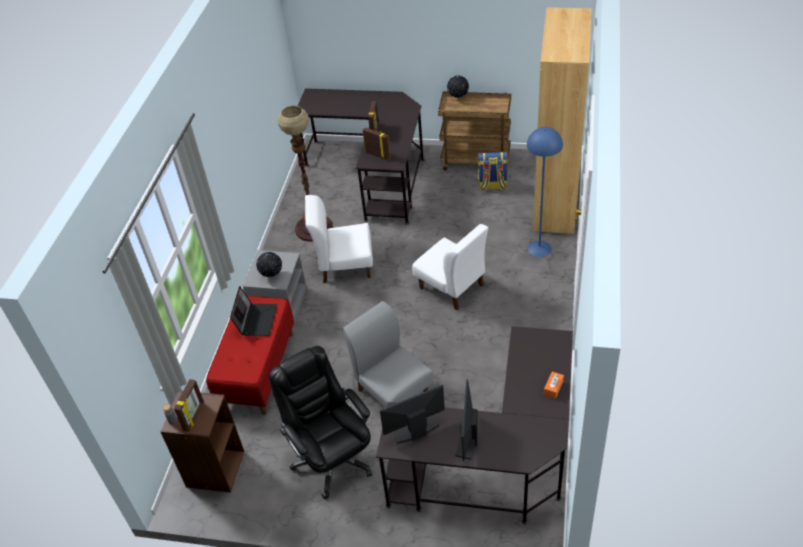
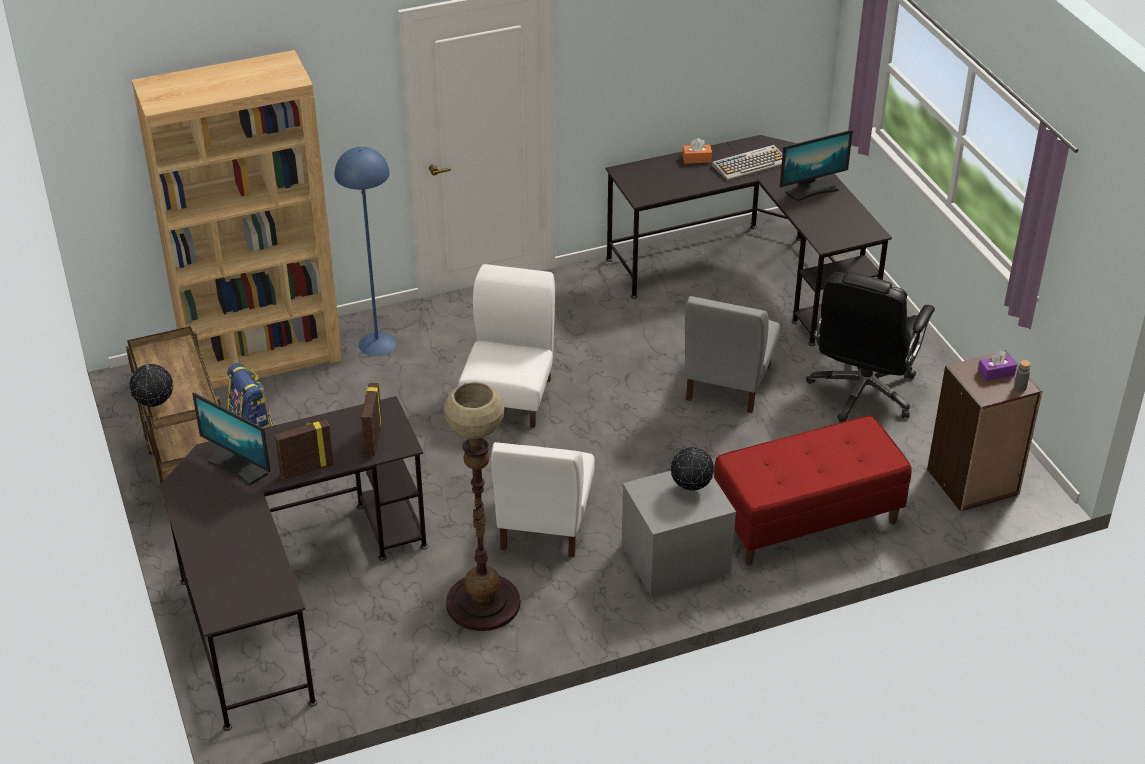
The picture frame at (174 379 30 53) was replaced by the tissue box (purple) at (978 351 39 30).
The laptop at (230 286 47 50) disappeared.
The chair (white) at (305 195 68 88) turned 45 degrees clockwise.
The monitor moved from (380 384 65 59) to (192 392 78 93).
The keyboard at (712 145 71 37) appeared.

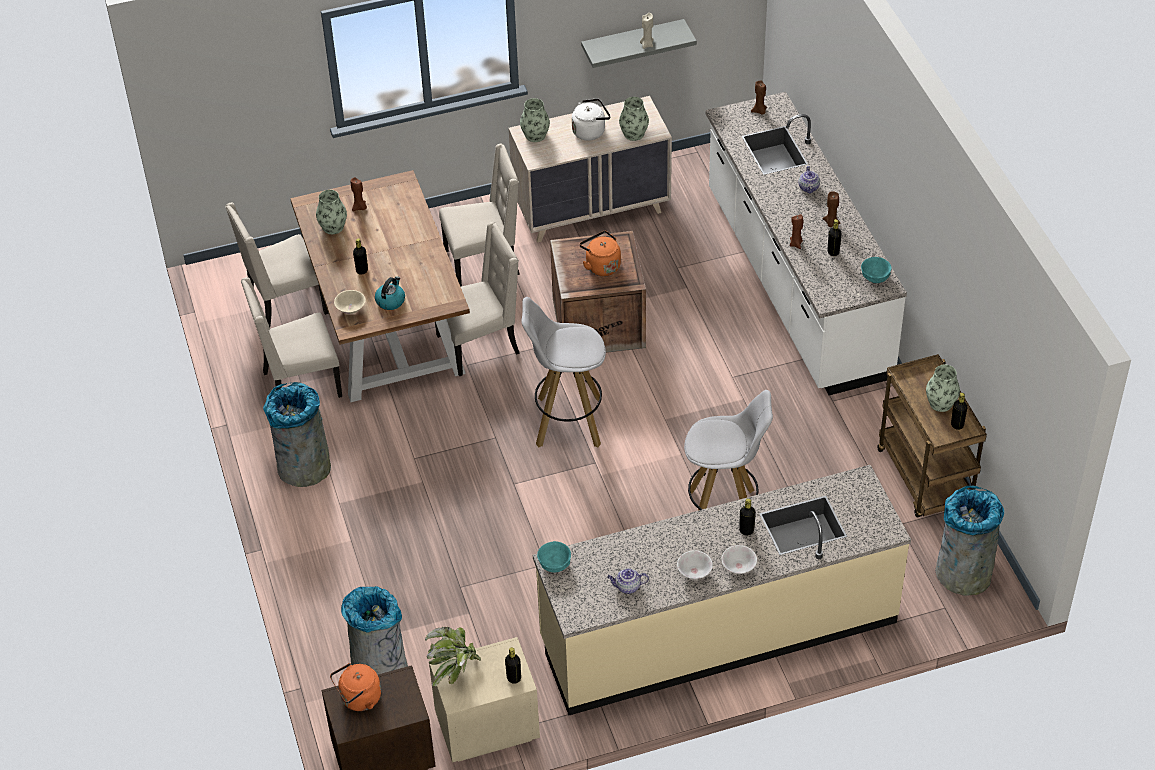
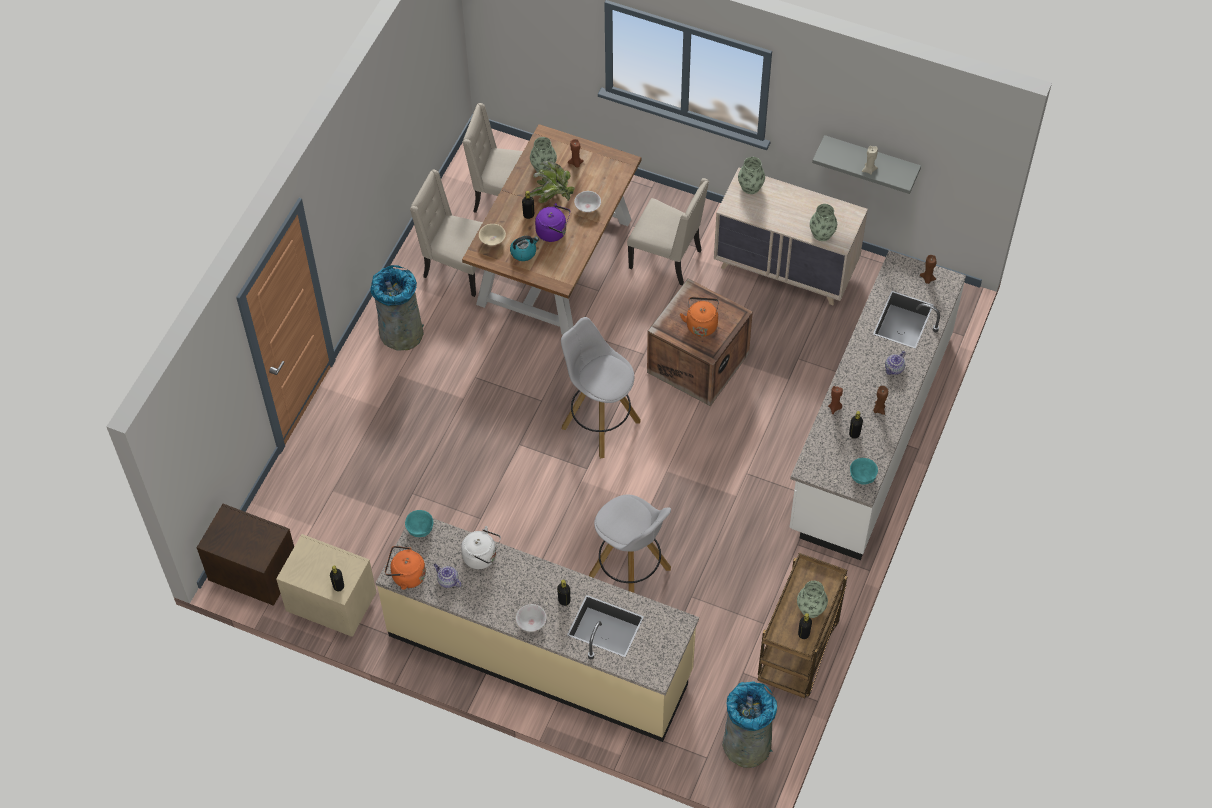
The kettle (orange) moved from (330 663 51 48) to (385 546 41 44).
The trash can (grey) at (341 586 67 89) disappeared.
The potted plant moved from (425 627 56 60) to (530 161 45 42).
The chair (beige) at (435 222 84 154) disappeared.
The kettle (white) moved from (572 98 38 43) to (461 526 40 43).
The bowl (white) moved from (677 550 36 29) to (574 191 27 21).
The kettle (purple) at (535 203 35 39) appeared.

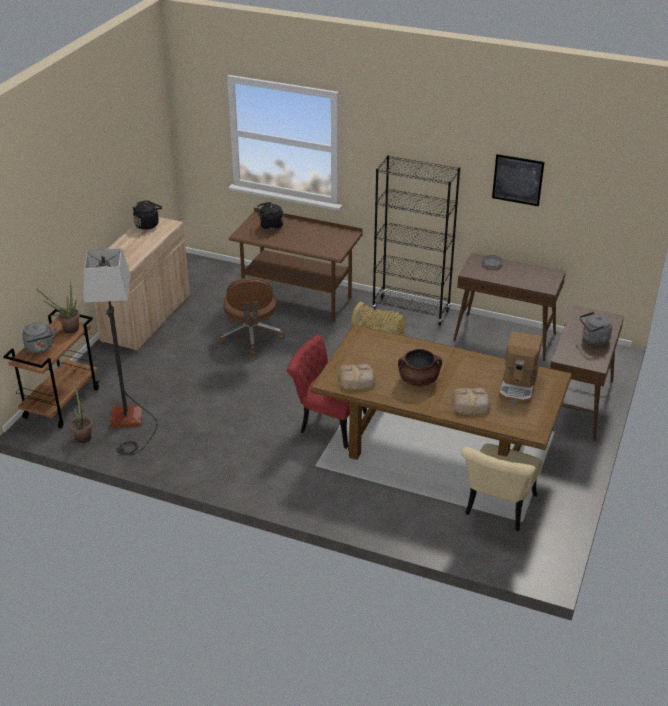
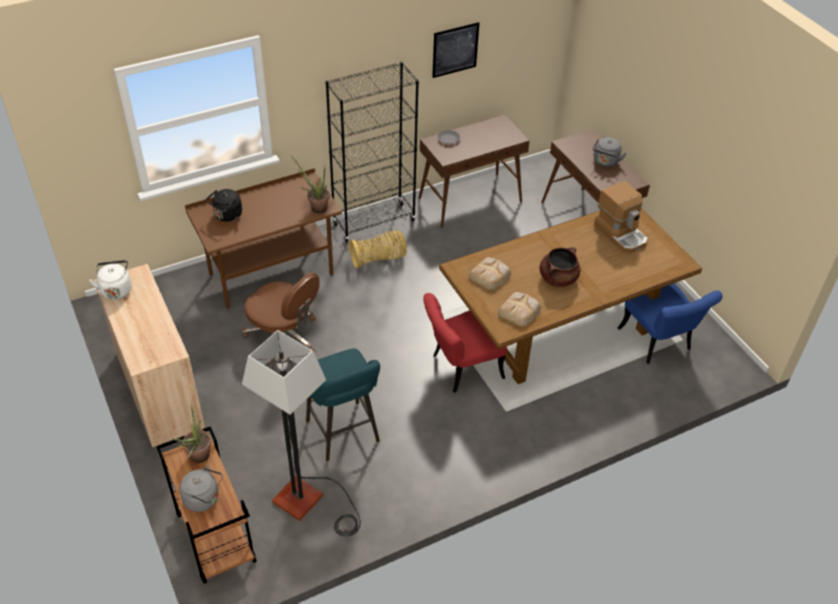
The potted plant moved from (70 380 23 63) to (292 157 38 57).
The kettle (black) at (133 200 29 30) became the kettle (white) at (89 260 43 40).
The bread moved from (452 388 39 26) to (469 257 42 33).
The chair (beige) at (461 444 81 87) became the chair (blue) at (618 283 104 81).
The stool (turquoise) at (306 348 74 113) appeared.

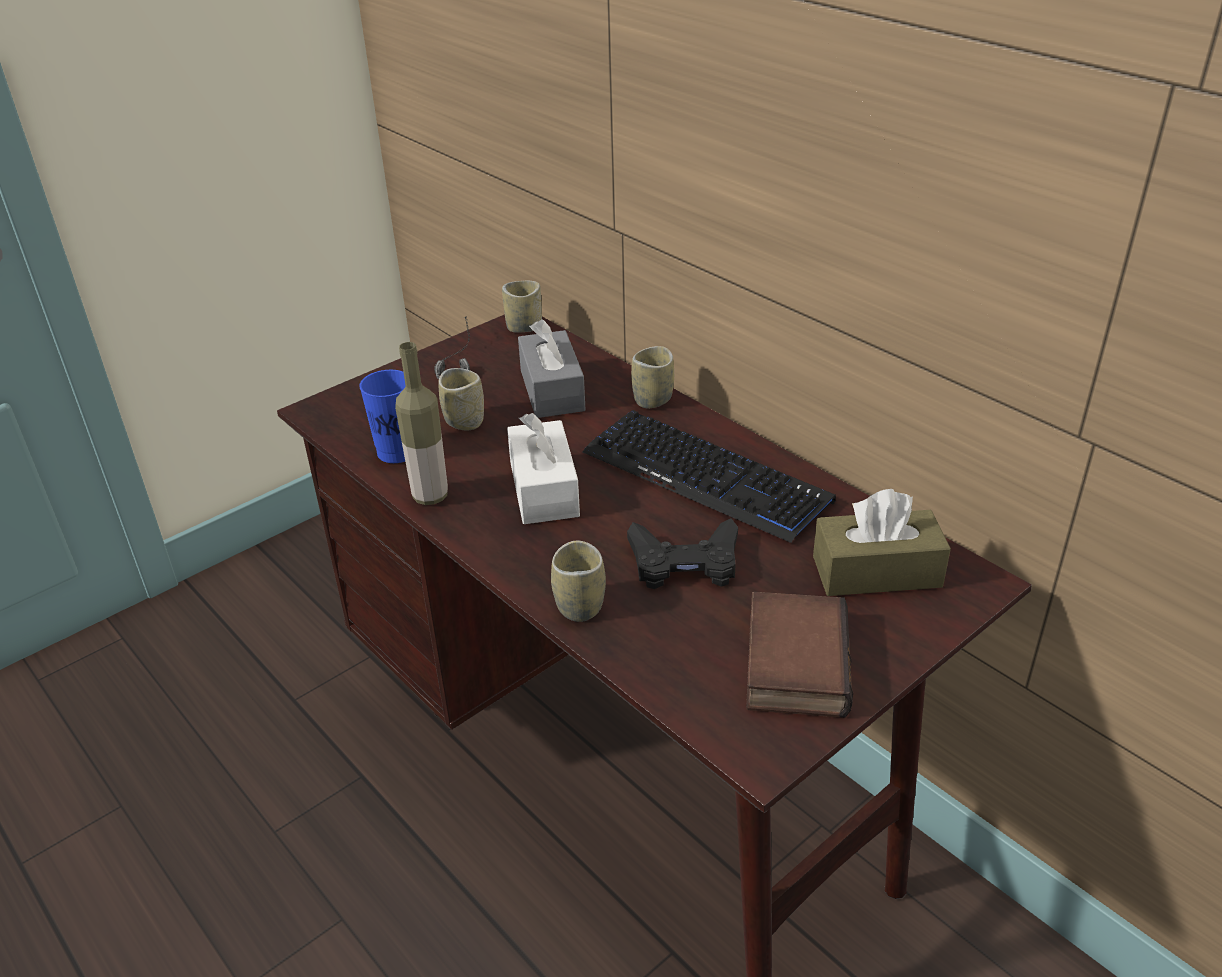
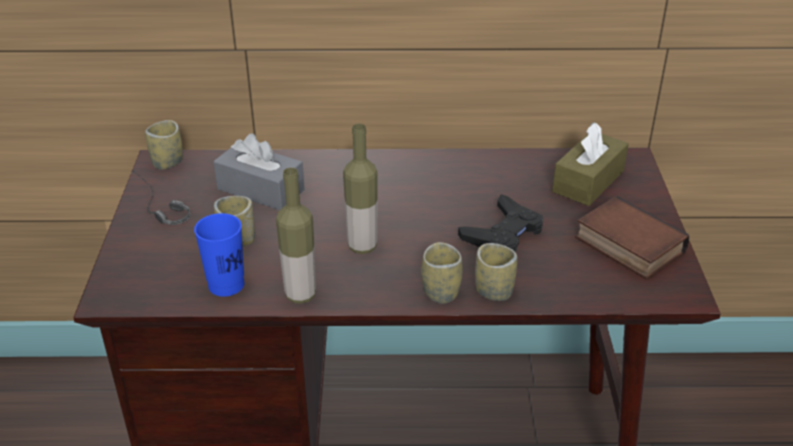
The tissue box (white) at (507 413 73 111) was replaced by the bottle at (343 123 35 131).
The keyboard at (583 410 253 133) disappeared.
The cup moved from (631 346 43 62) to (421 242 42 62).

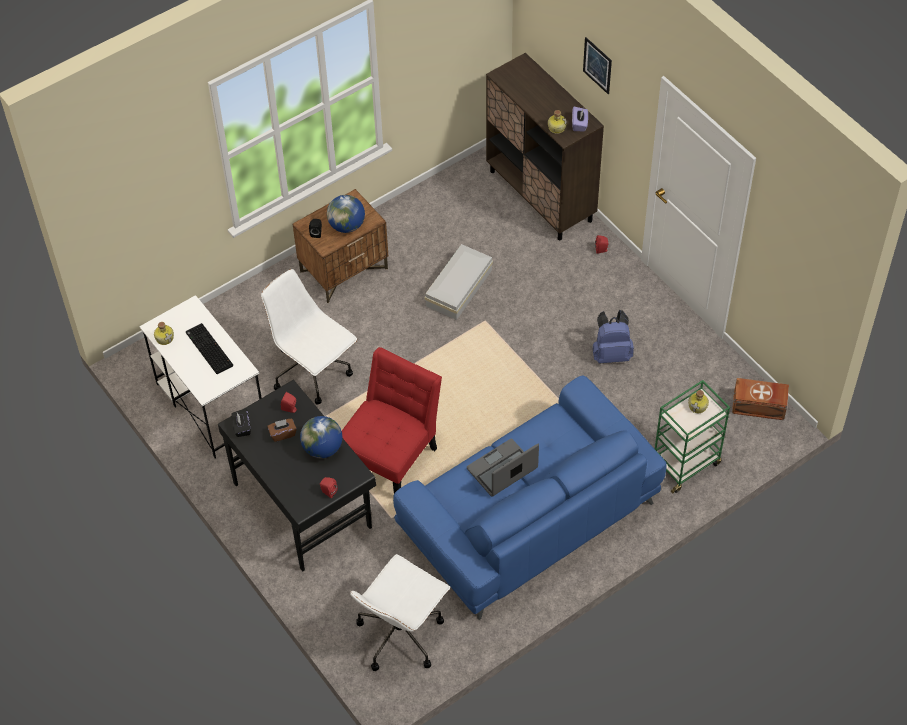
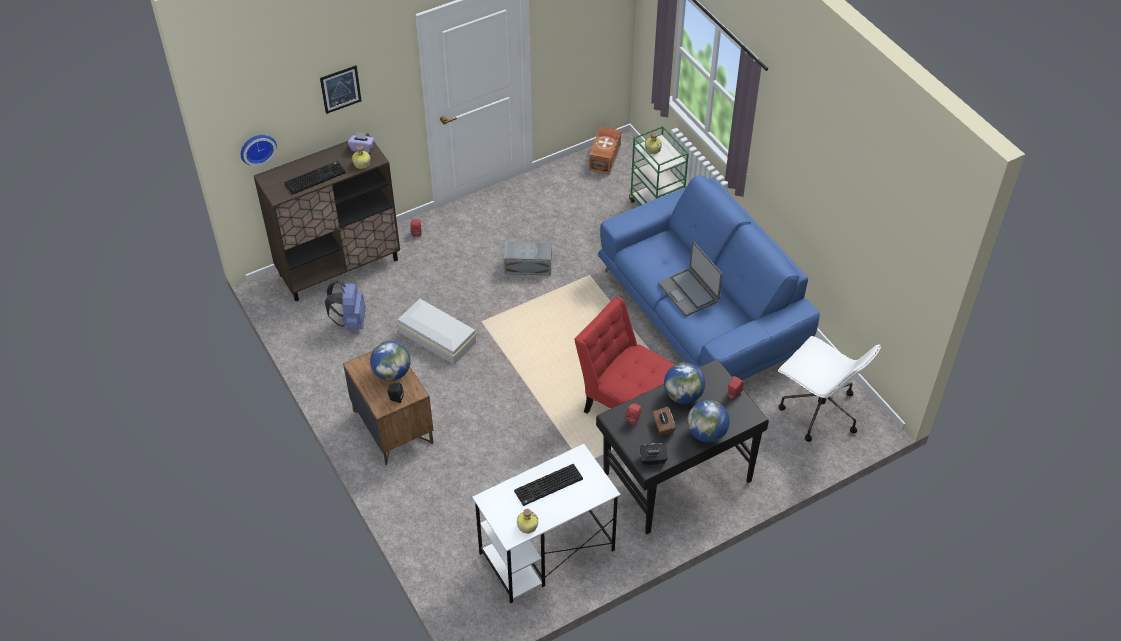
The office chair (white) at (261 269 96 136) disappeared.
The backpack (blue) moved from (593 310 41 54) to (325 281 41 49).
The wall clock at (241 135 36 31) appeared.
The keyboard at (284 161 62 34) appeared.
The storage box (grey) at (504 242 48 33) appeared.
The globe at (687 400 43 43) appeared.

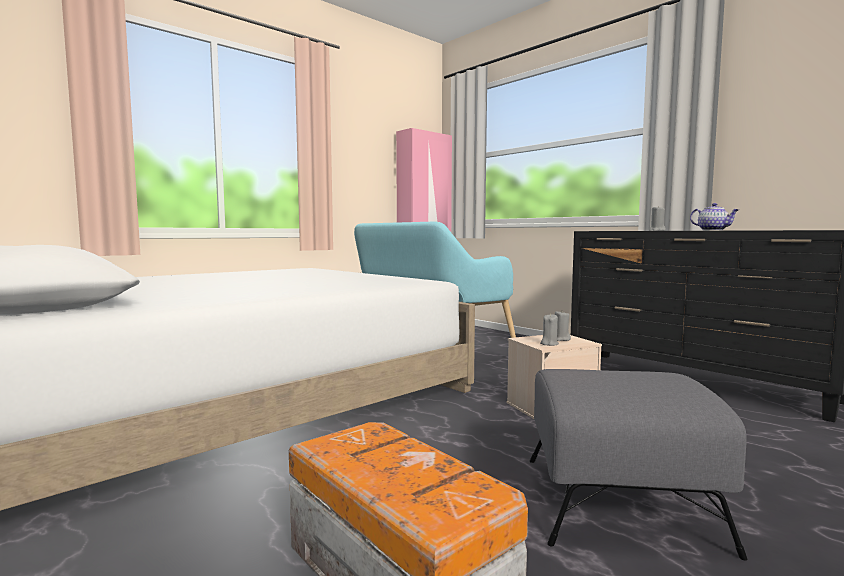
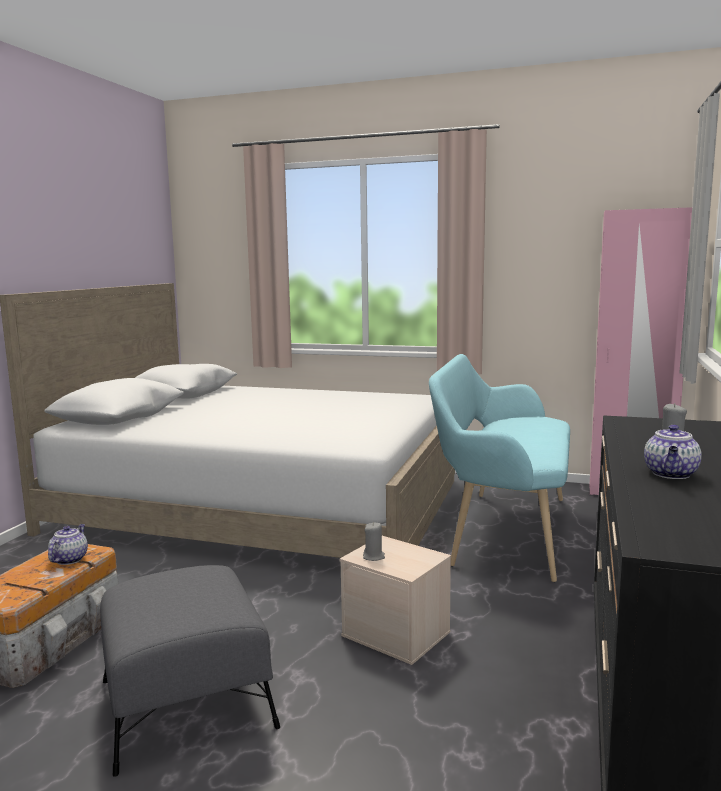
The candle (grey) at (555 311 16 30) disappeared.
The teapot at (48 524 40 41) appeared.

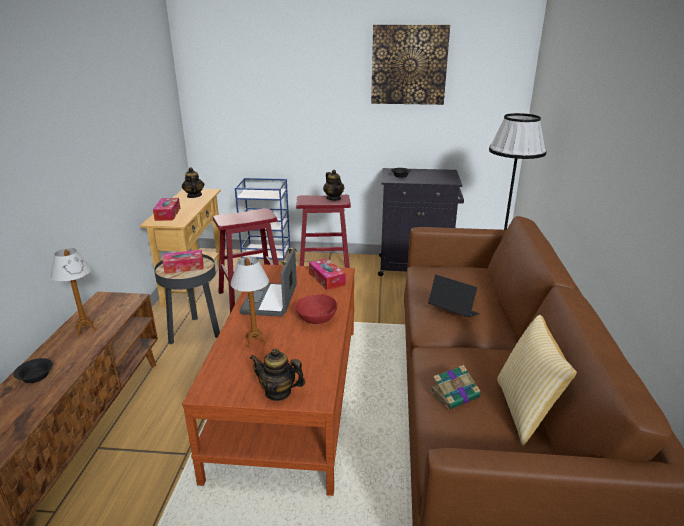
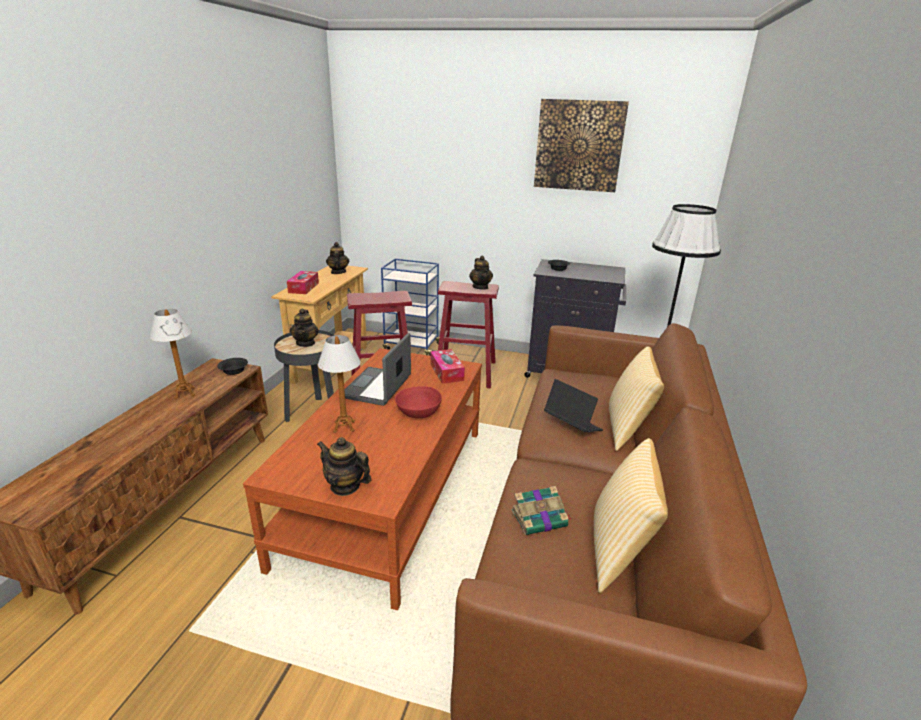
The bowl (black) moved from (13 358 40 25) to (217 358 31 17).
The tissue box at (163 250 41 24) was replaced by the teapot at (290 308 29 39).
The pillow at (609 346 55 105) appeared.

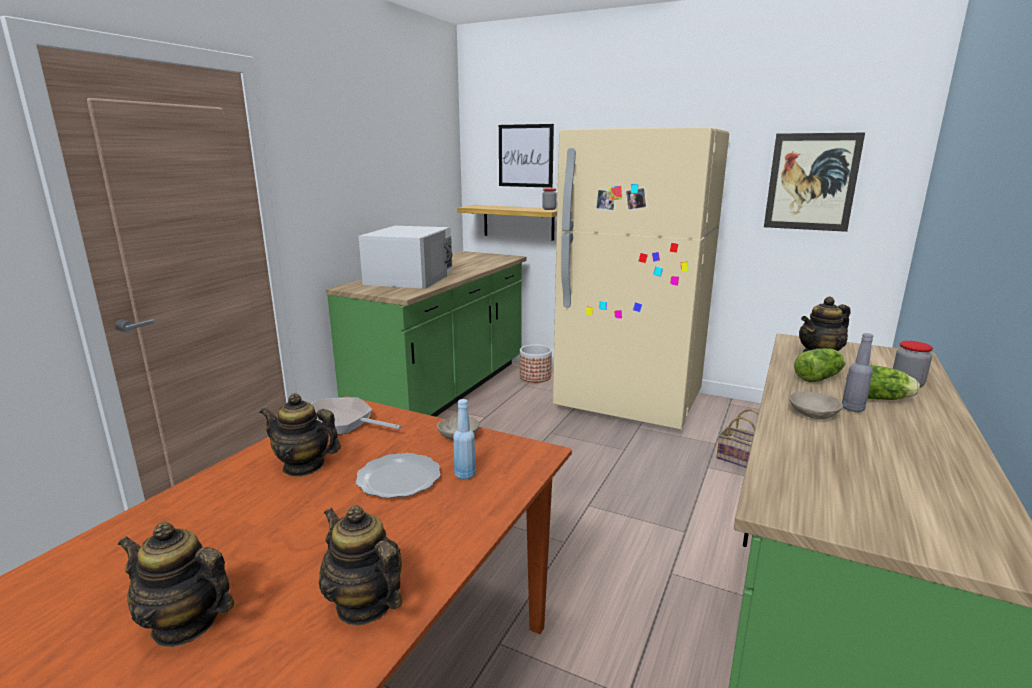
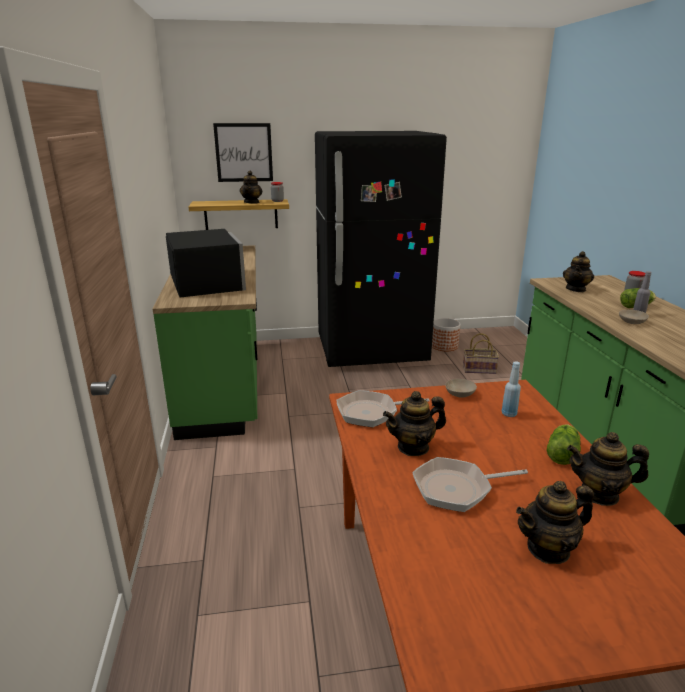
The plate at (355 453 85 45) disappeared.
The microwave (white) at (358 226 94 63) became the microwave (black) at (166 229 80 68).
The planter moved from (520 344 32 39) to (432 318 29 33).
The fridge (beige) at (553 127 176 303) became the fridge (black) at (315 131 132 236).
The picture at (764 133 101 99) disappeared.
The lettuce moved from (794 348 52 34) to (546 424 35 41).
The teapot at (240 171 22 33) appeared.
The frying pan at (412 457 116 55) appeared.

